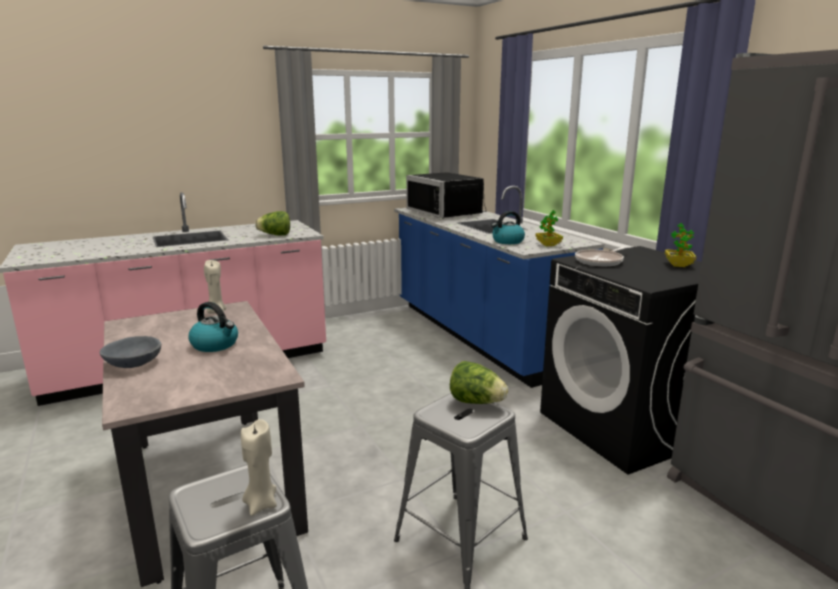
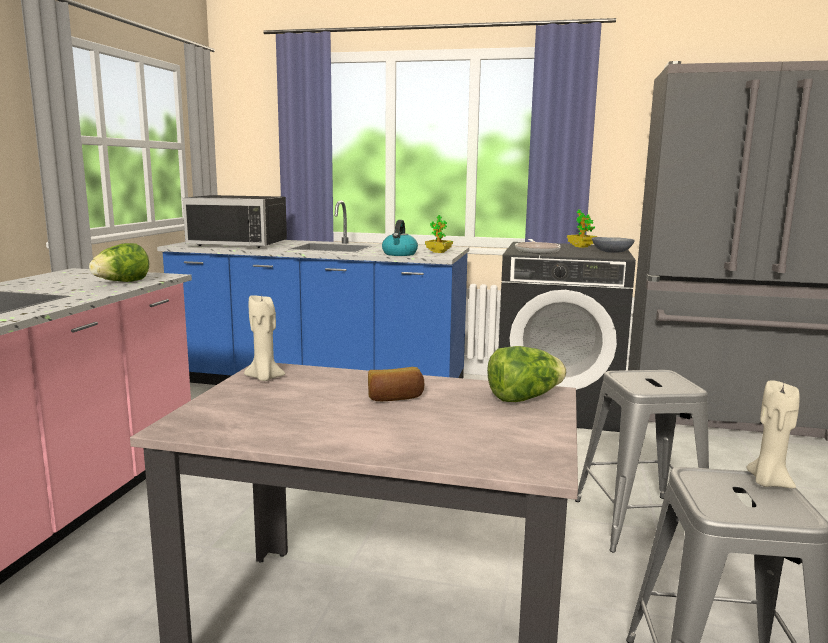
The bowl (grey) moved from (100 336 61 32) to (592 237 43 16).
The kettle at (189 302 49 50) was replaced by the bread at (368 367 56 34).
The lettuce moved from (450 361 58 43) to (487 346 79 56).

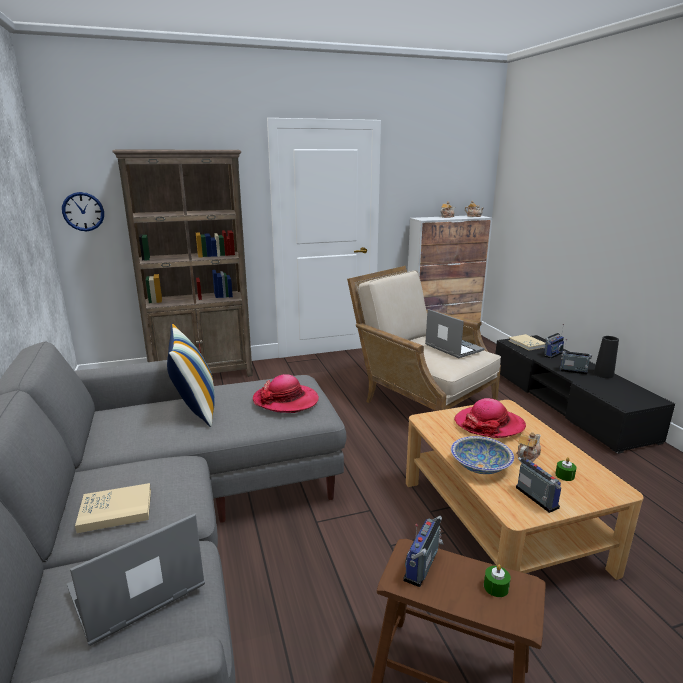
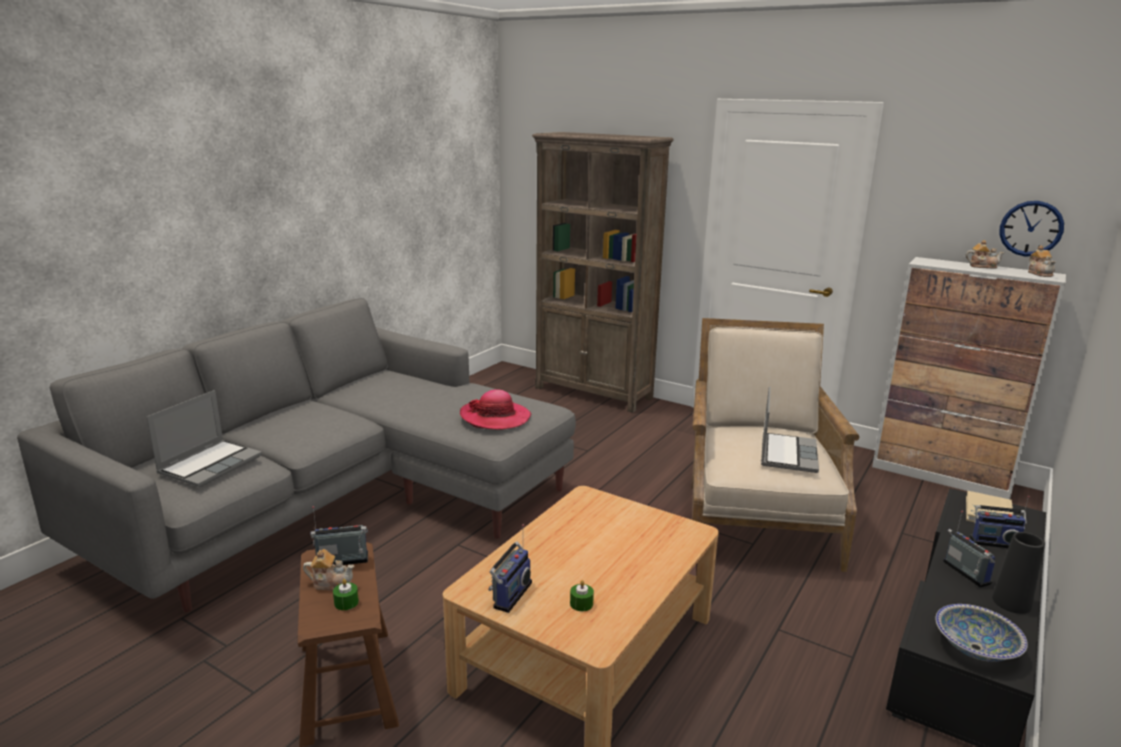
The wall clock moved from (62 192 42 39) to (999 201 65 55).
The laptop at (67 514 138 132) turned 105 degrees clockwise.
The book (beige) at (75 483 76 50) disappeared.
The pillow at (167 324 48 103) disappeared.
The bowl moved from (451 436 63 38) to (935 604 93 58).
The hat at (454 398 72 40) disappeared.
The teapot moved from (516 432 25 30) to (303 549 51 42).

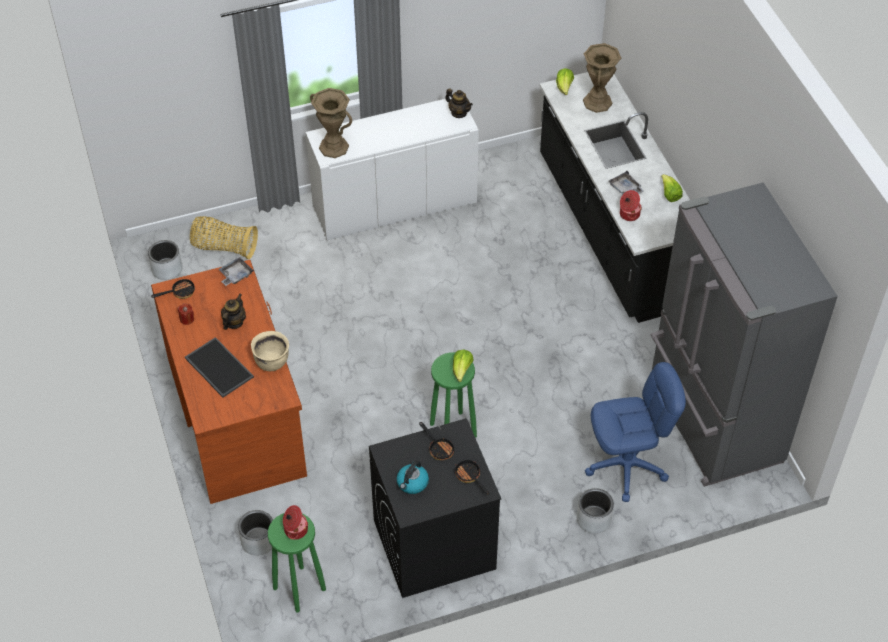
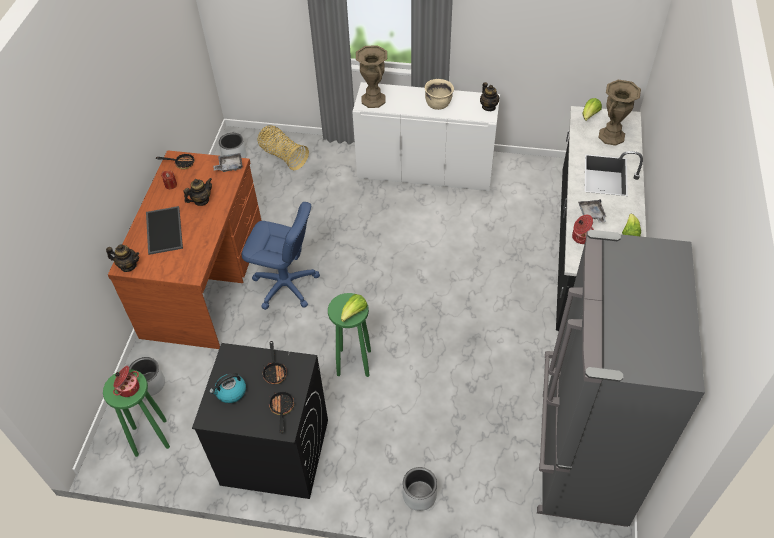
The cooking pot (beige) moved from (251 331 38 40) to (425 79 29 31).
The office chair (blue) moved from (585 362 101 140) to (242 202 78 108).
The teapot at (106 245 33 27) appeared.

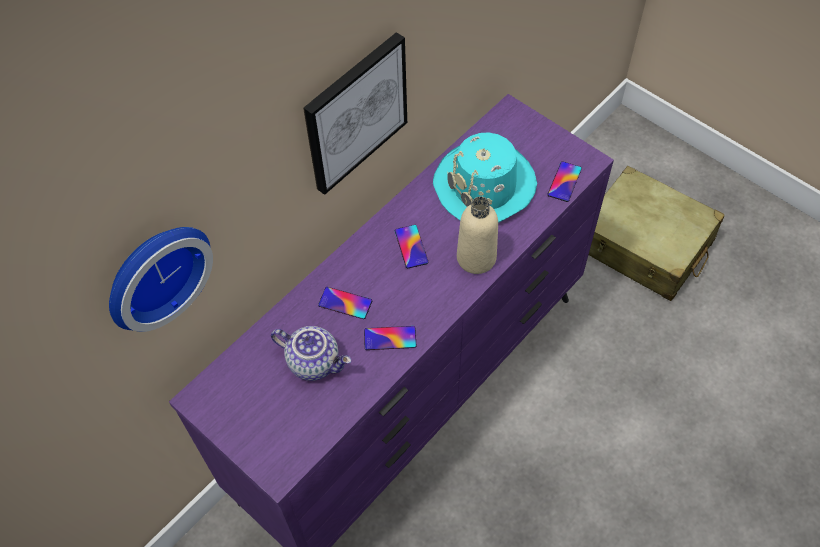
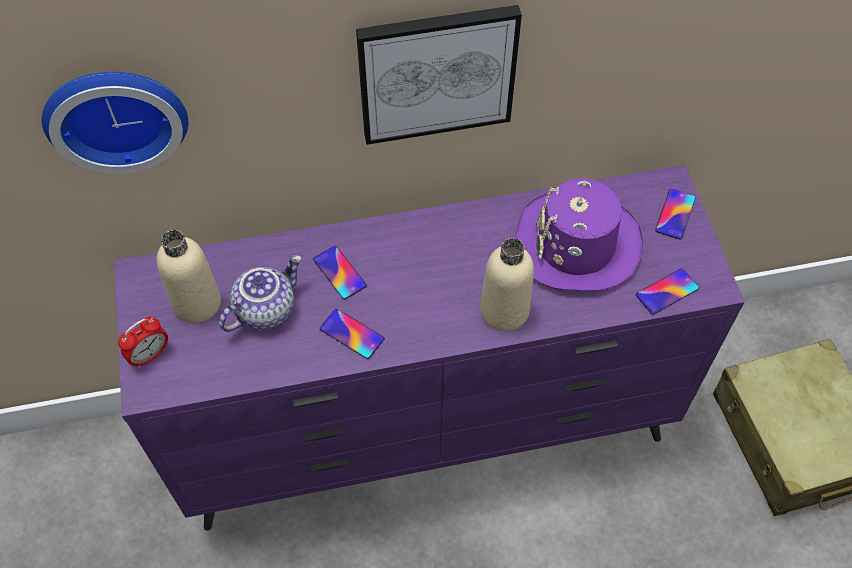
The teapot at (271 326 80 55) turned 105 degrees counterclockwise.
The phone moved from (395 225 33 44) to (655 189 40 50).
The hat (turquoise) at (433 132 104 91) became the hat (purple) at (516 178 127 113).
The alarm clock at (118 317 50 51) appeared.
The bottle (beige) at (157 230 64 94) appeared.

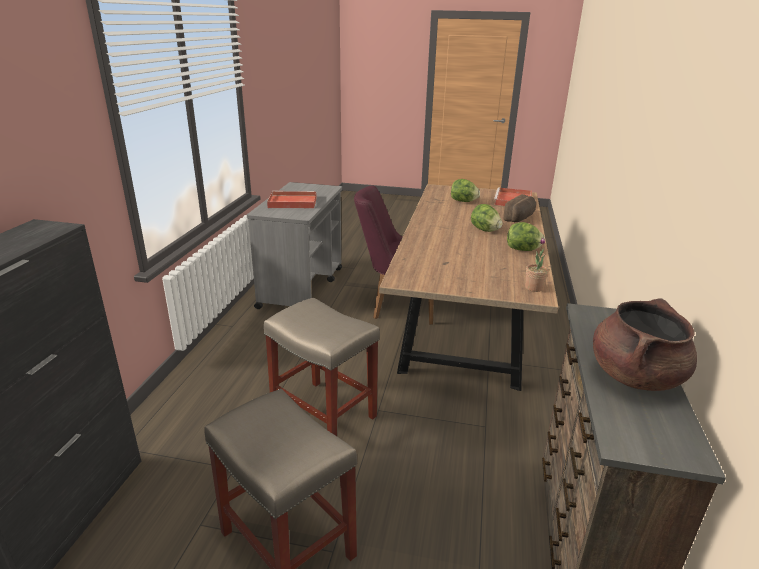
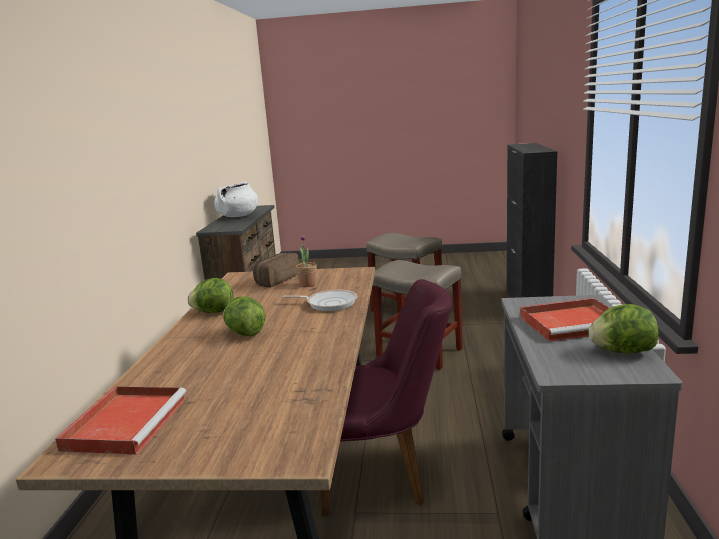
The lettuce moved from (451 179 29 23) to (588 304 70 49).
The bread moved from (503 194 33 28) to (253 253 46 35).
The potted plant moved from (525 238 24 54) to (296 234 21 53).
The cooking pot (brown) at (593 299 104 92) became the cooking pot (white) at (214 182 44 35).
The frying pan at (283 290 75 21) appeared.

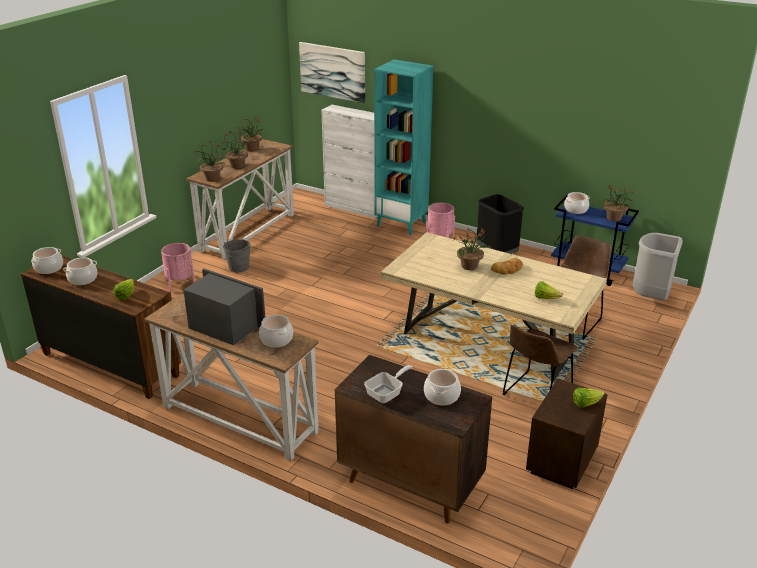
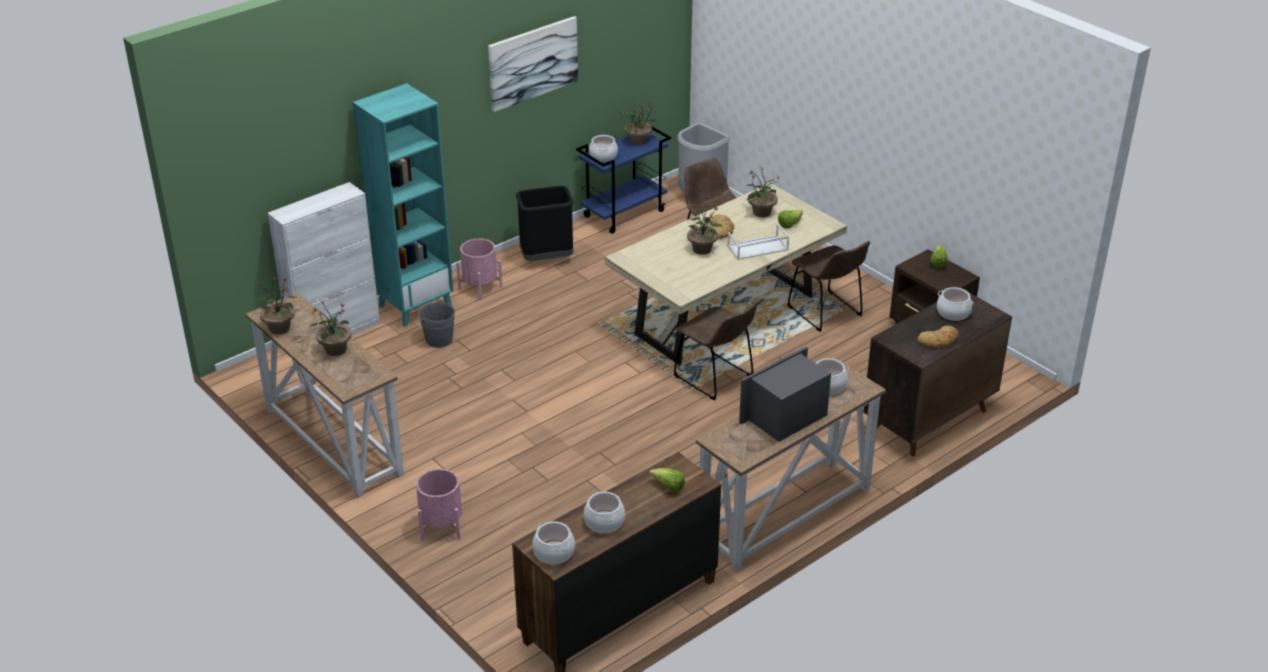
The potted plant moved from (194 141 30 41) to (746 168 34 49).
The bucket (grey) moved from (223 239 27 33) to (419 302 36 46).
The picture moved from (299 42 66 61) to (488 16 90 96).
The frying pan at (364 365 49 38) was replaced by the bread at (918 325 40 23).
The chair (brown) at (674 300 85 100) appeared.
The tray (white) at (727 223 62 37) appeared.

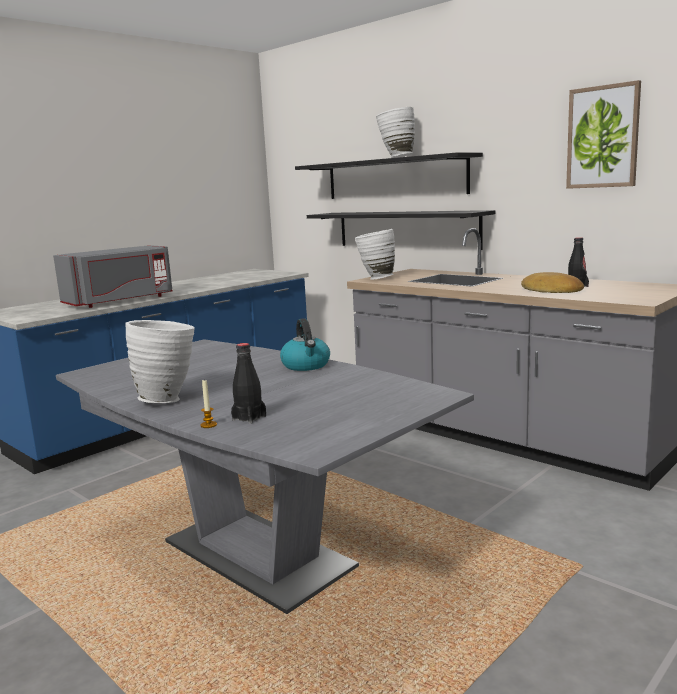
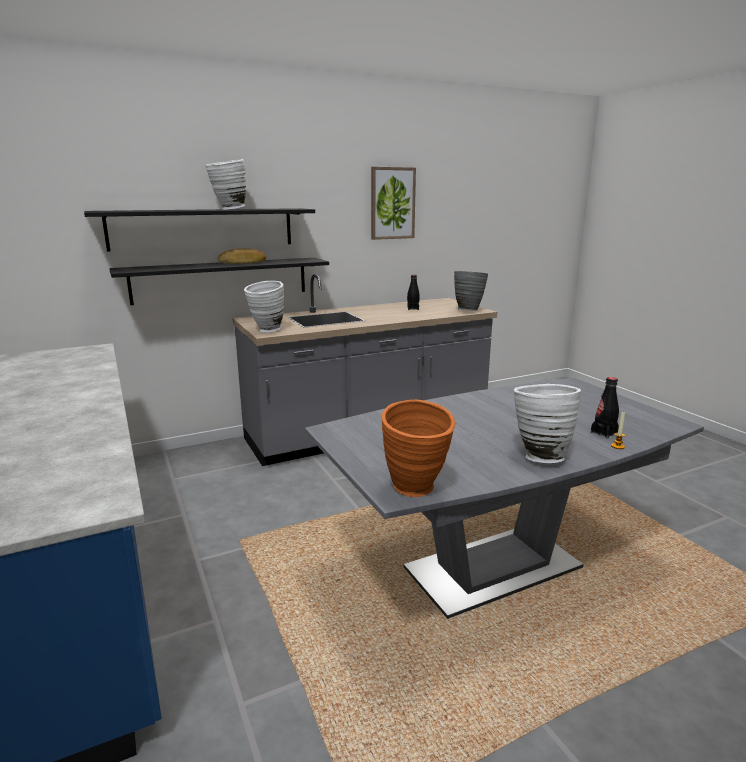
The microwave (grey) at (53 245 120 63) disappeared.
The kettle at (280 318 50 53) disappeared.
The bread moved from (521 272 63 21) to (218 248 48 16).
The vase (orange) at (381 400 74 97) appeared.
The vase (grey) at (454 271 34 40) appeared.

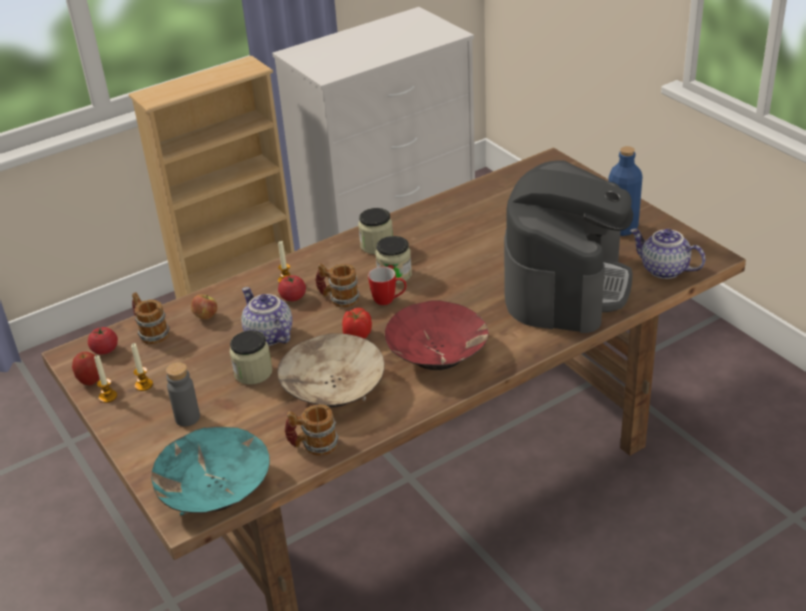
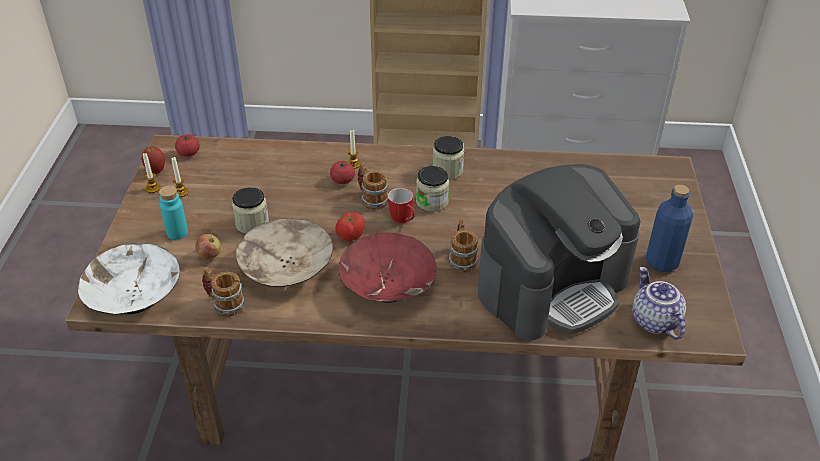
The mug moved from (132 292 38 52) to (449 219 29 54).
The bowl (turquoise) at (152 426 118 90) became the bowl (white) at (78 244 102 71).
The bottle (grey) at (166 362 34 64) became the bottle (turquoise) at (159 185 29 55).
The apple moved from (191 294 27 25) to (195 234 26 26).
The teapot at (241 287 51 59) disappeared.

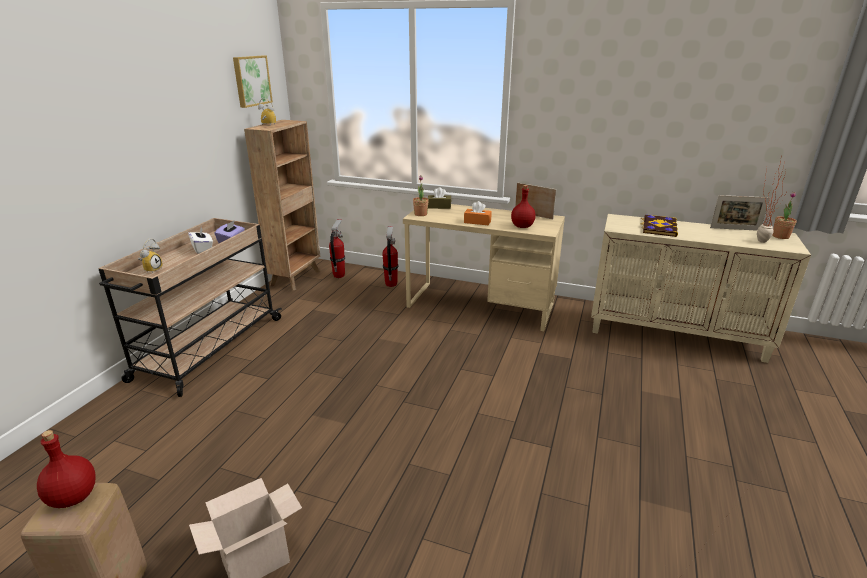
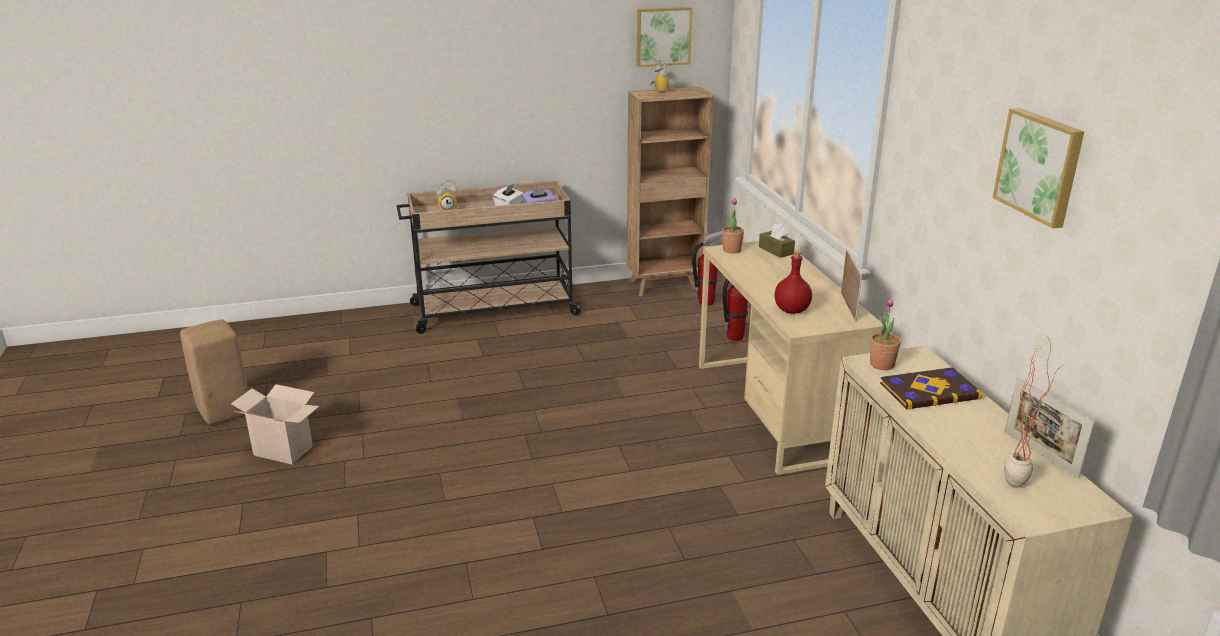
The bottle (red) at (37 430 59 78) disappeared.
The tissue box (orange) at (464 201 28 24) disappeared.
The potted plant moved from (772 192 25 47) to (870 298 31 72).
The picture at (992 108 92 121) appeared.

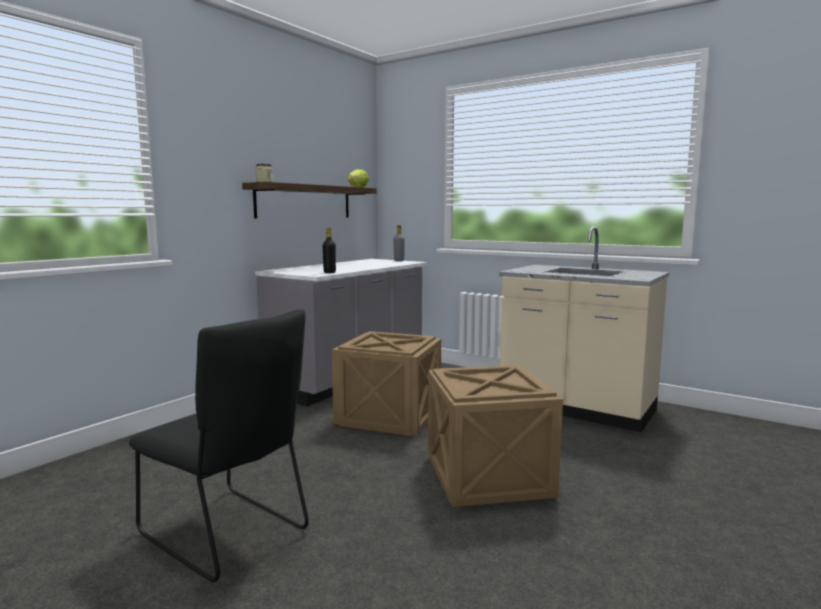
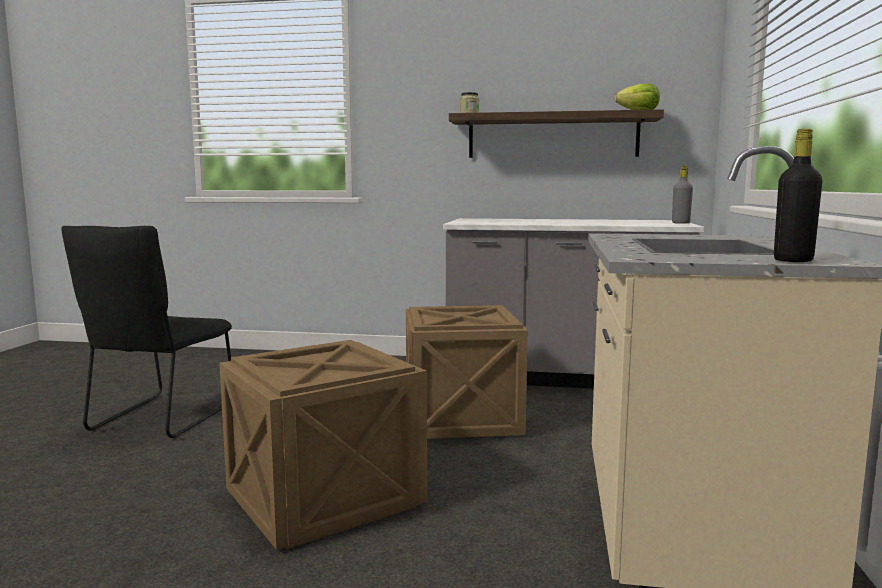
The bottle (black) moved from (323 228 13 45) to (774 129 49 133).

